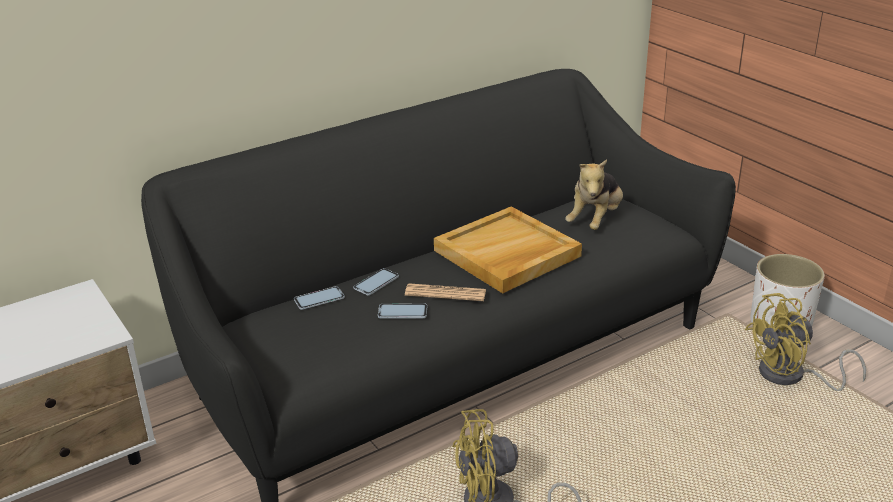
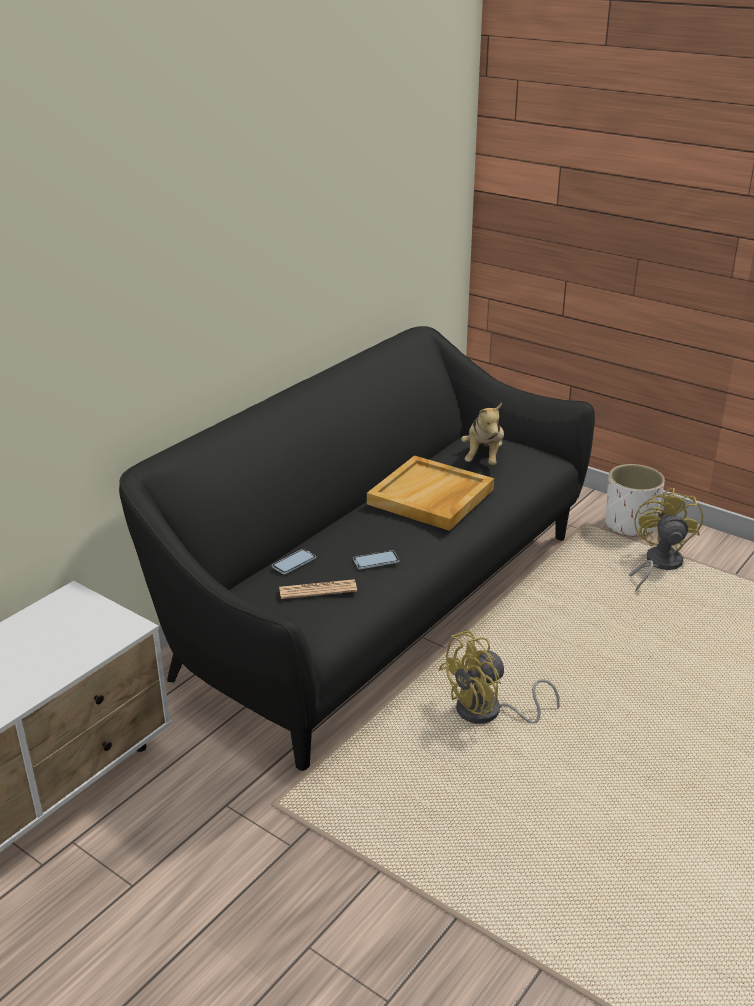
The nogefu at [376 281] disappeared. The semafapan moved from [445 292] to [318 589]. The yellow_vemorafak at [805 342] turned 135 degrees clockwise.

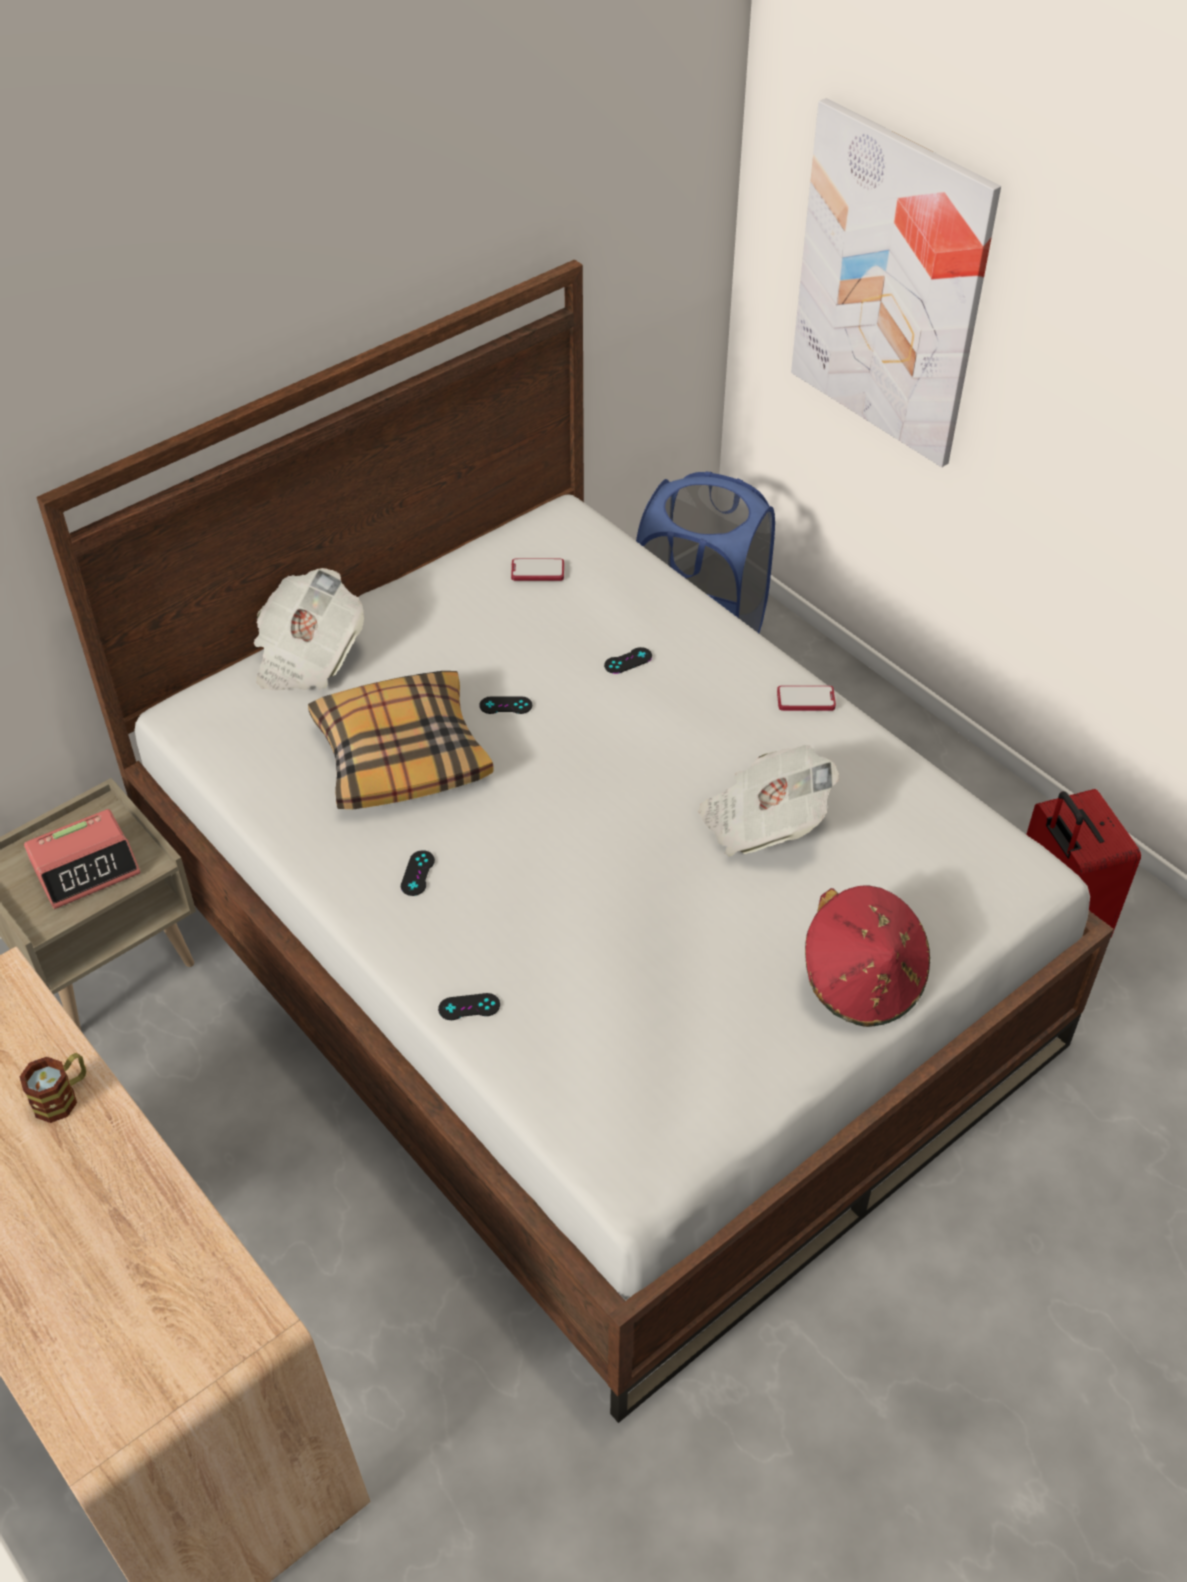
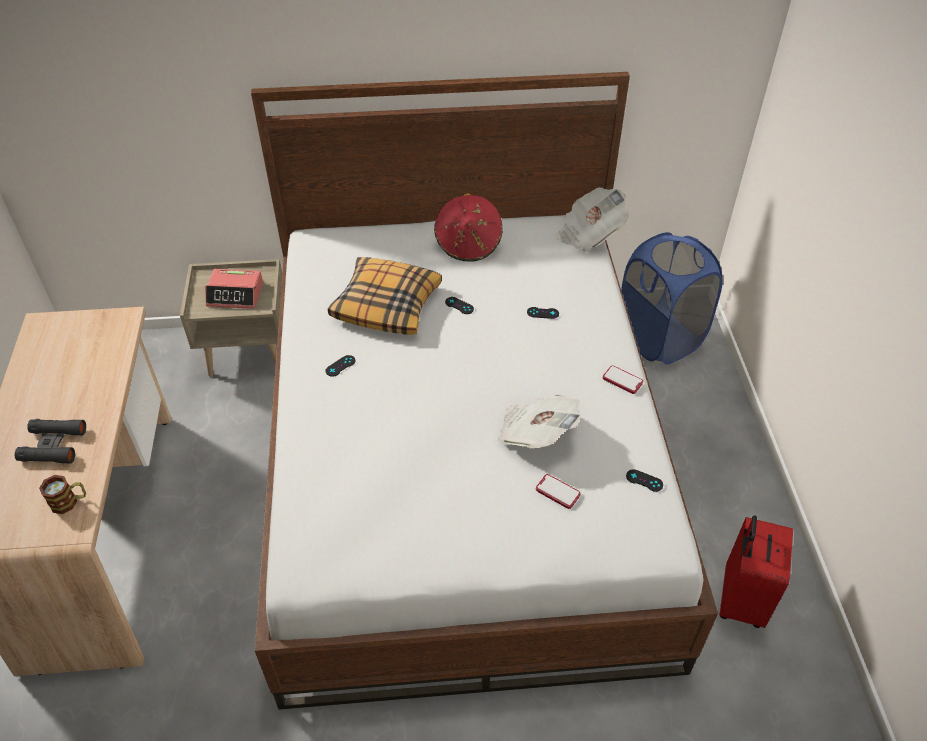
The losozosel at [896 282] disappeared. The nogefu moved from [537 569] to [558 491]. The semafapan moved from [309 629] to [592 219]. The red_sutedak moved from [867 956] to [468 227]. The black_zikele moved from [469 1006] to [644 480]. The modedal moved from [53 1088] to [62 494]. The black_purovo at [50 441] appeared.

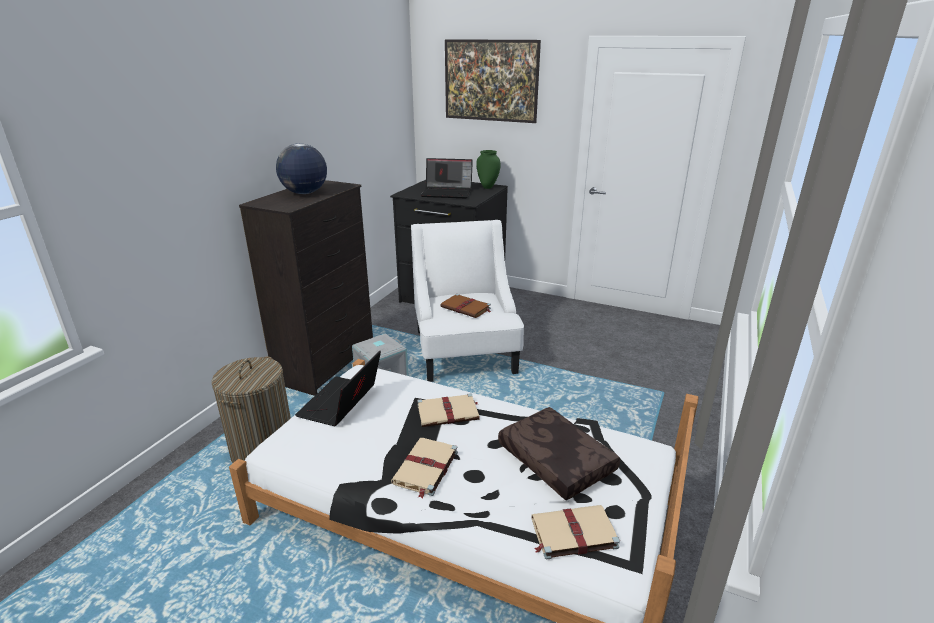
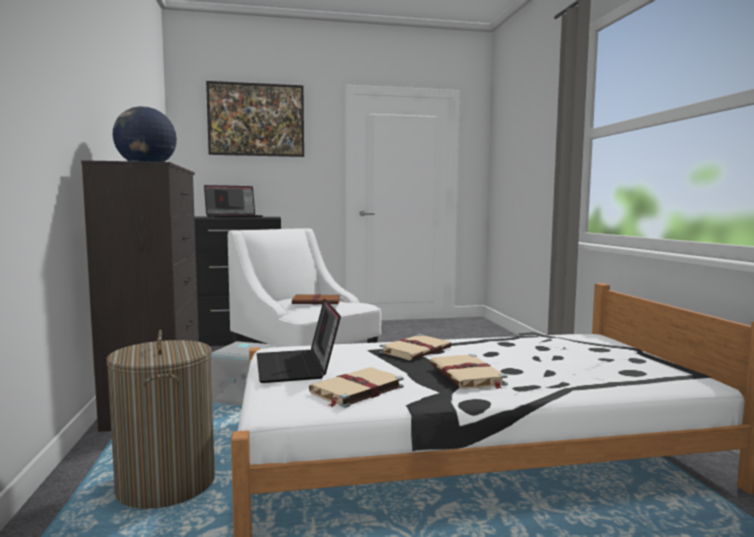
The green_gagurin at [488 169] disappeared. The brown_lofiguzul at [559 453] disappeared. The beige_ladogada moved from [575 532] to [356 387].

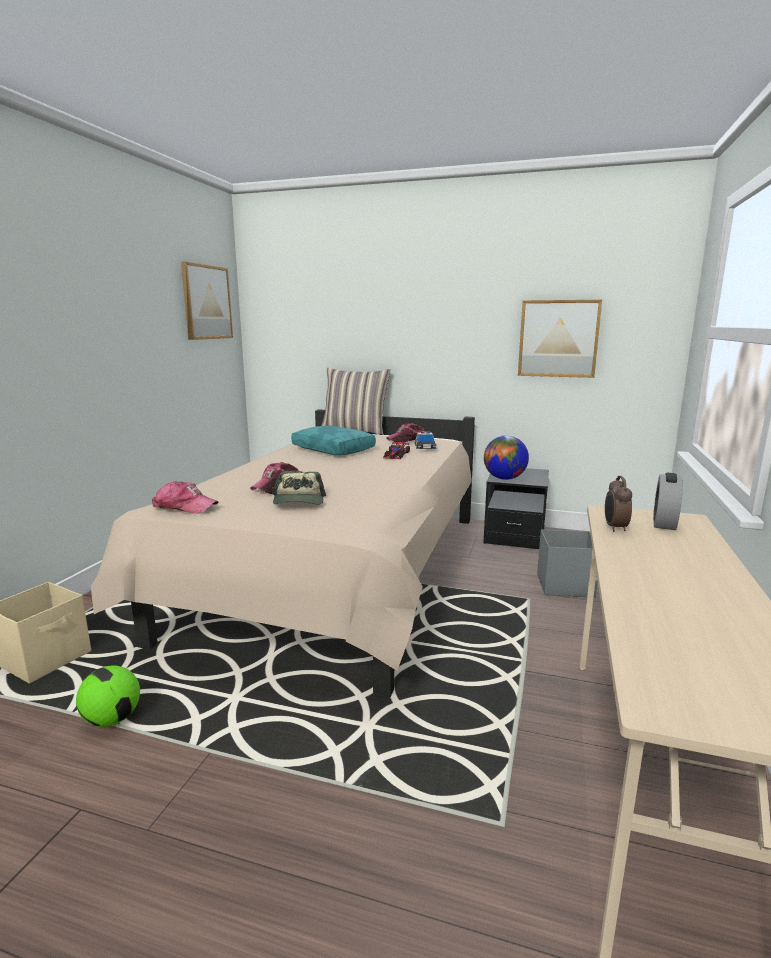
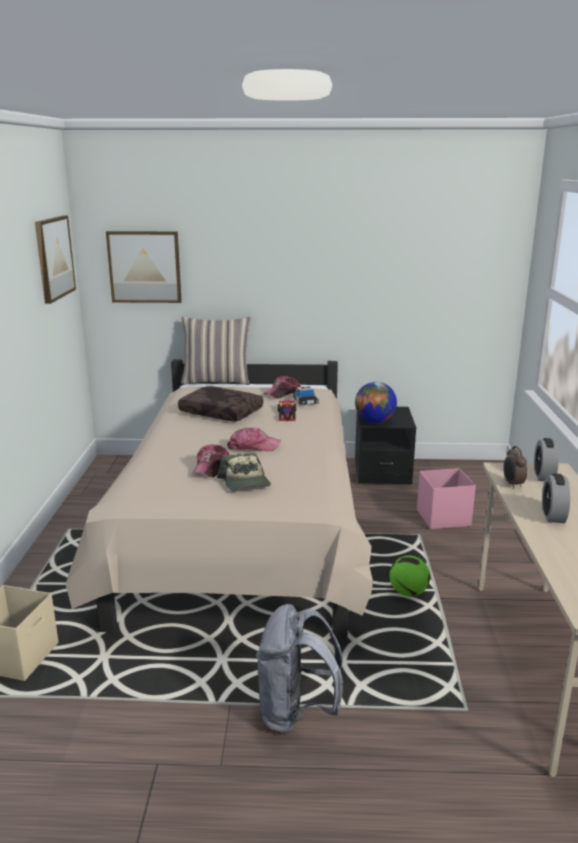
The losozosel moved from [560 339] to [144 267]. The turquoise_lofiguzul at [333 440] became the brown_lofiguzul at [220 404]. The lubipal moved from [185 497] to [254 439]. The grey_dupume at [567 563] became the pink_dupume at [446 498]. The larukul moved from [108 696] to [410 576]. The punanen at [556 498] appeared. The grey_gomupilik at [299 669] appeared.

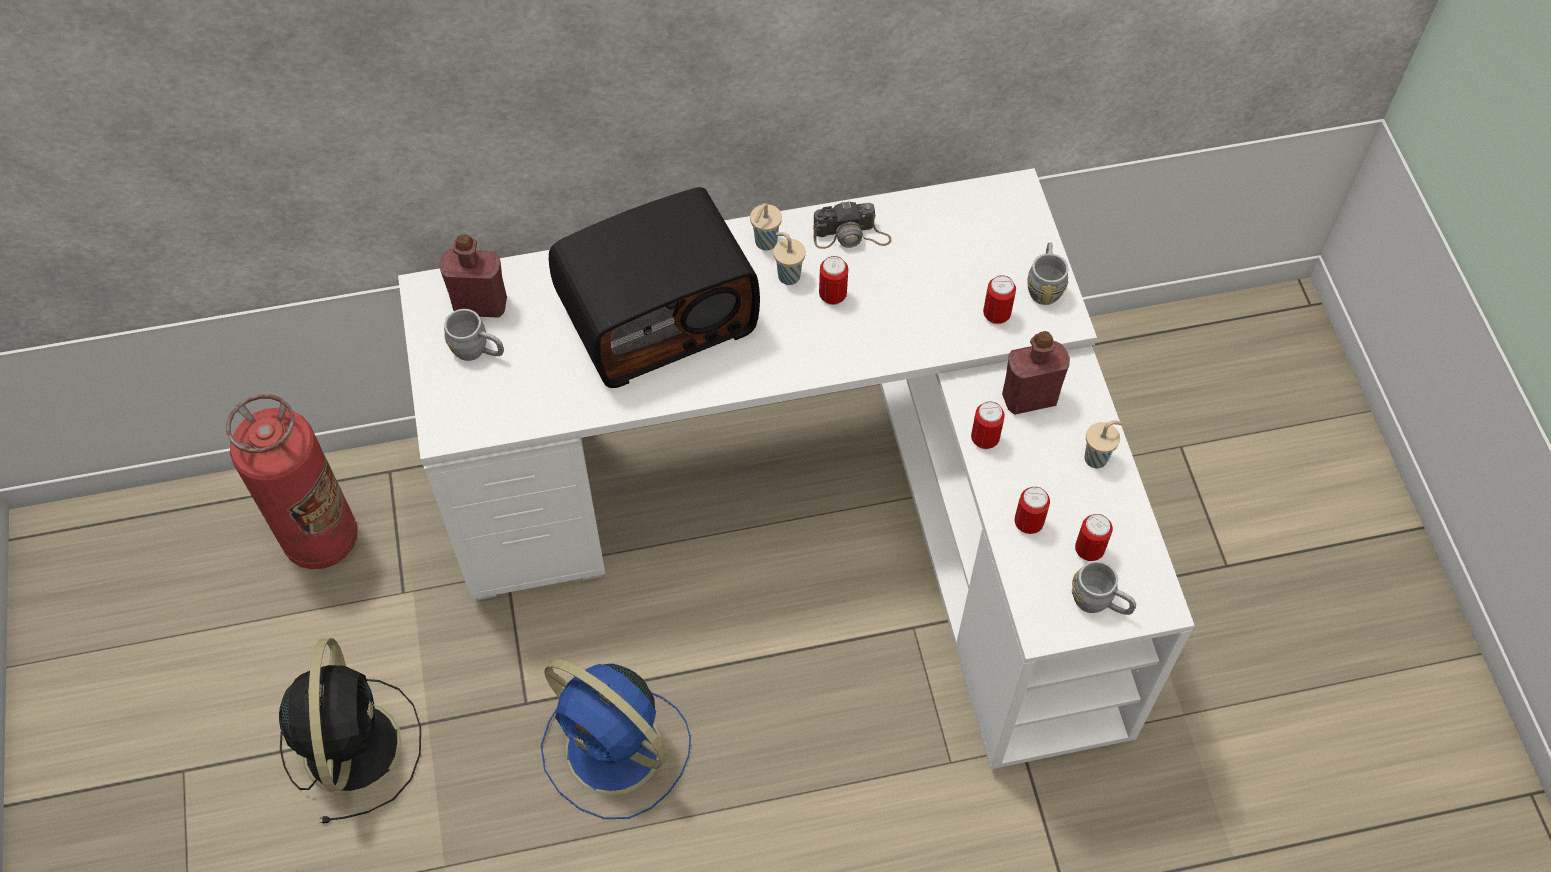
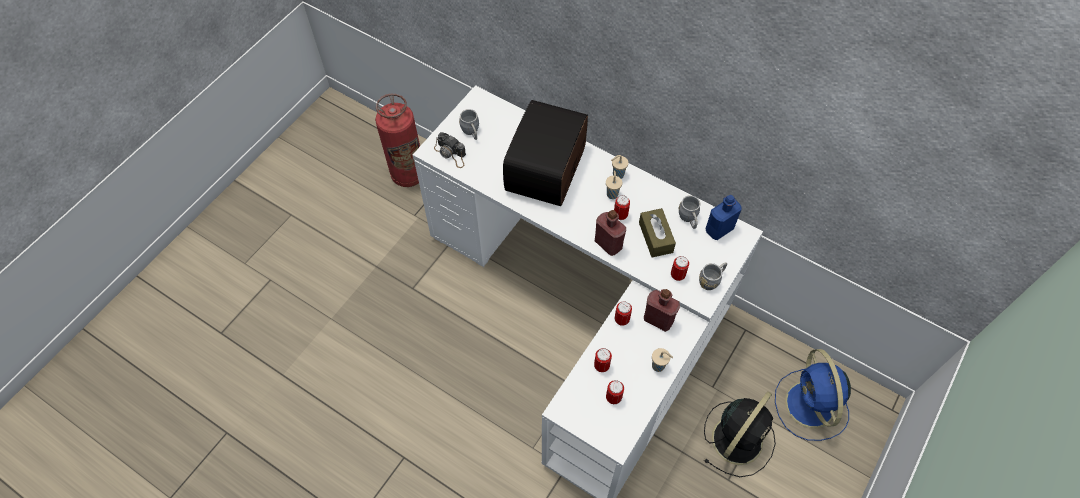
The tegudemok at [654 287] turned 90 degrees clockwise. The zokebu moved from [852 225] to [450 150]. The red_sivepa moved from [473 276] to [610 233]. The grey_modedal moved from [1104 588] to [689 212]. The black_vemorafak moved from [350 731] to [740 434]. The blue_vemorafak moved from [616 739] to [813 395]. The blue_sivepa at [724 217] appeared. The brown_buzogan at [657 233] appeared.

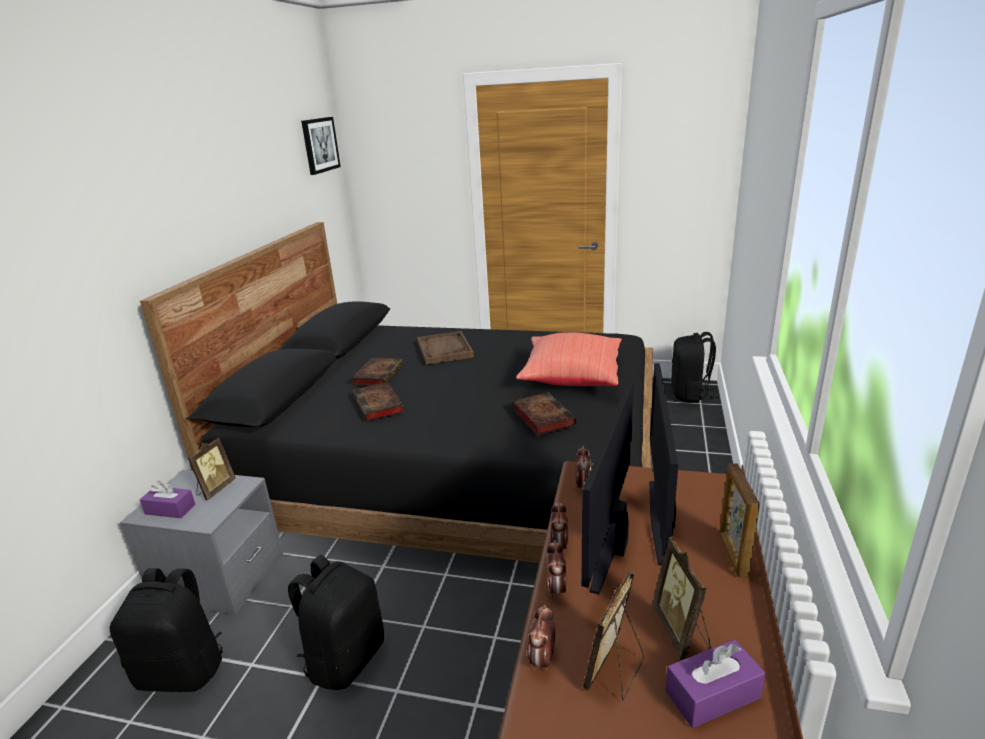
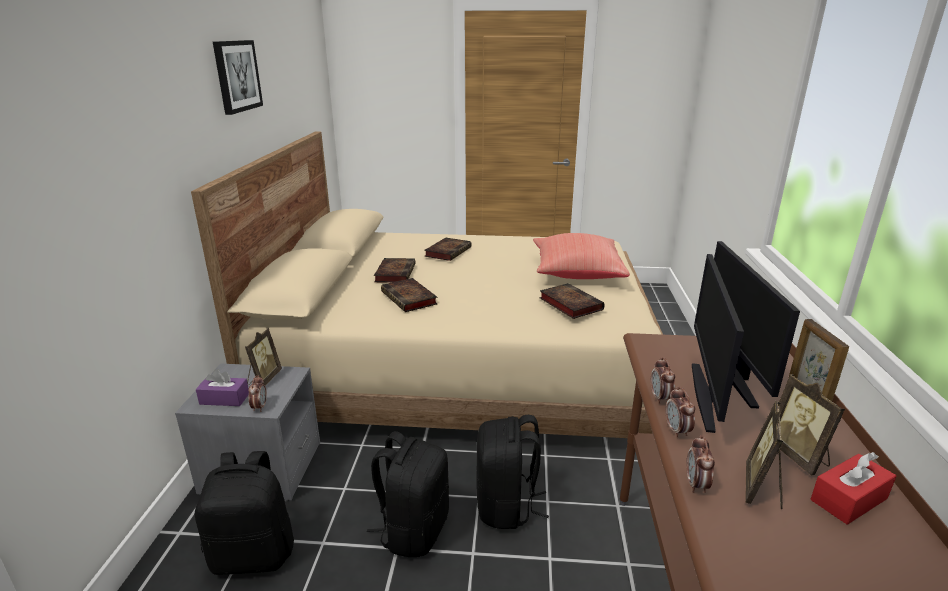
The losozosel moved from [321 146] to [238 77]. The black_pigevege at [396 392] became the beige_pigevege at [427 285]. The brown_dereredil at [445 348] was replaced by the ladogada at [447 249]. The black_gomupilik moved from [695 367] to [513 472]. The punanen moved from [583 468] to [257 393]. The purple_buzogan at [715 684] became the red_buzogan at [853 488].

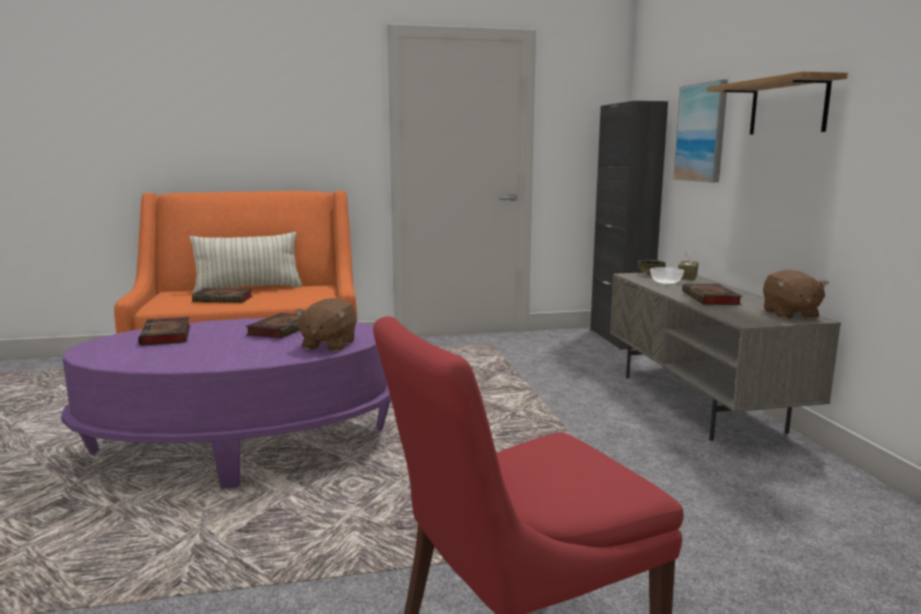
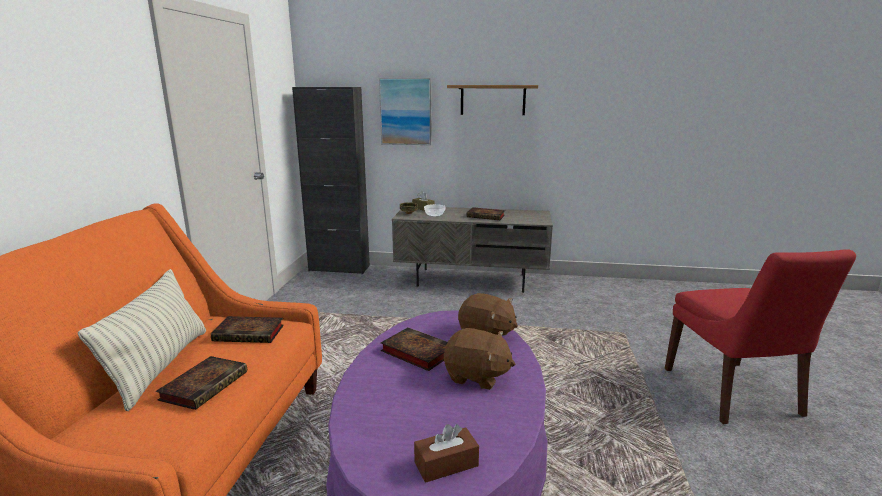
The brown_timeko moved from [796 294] to [479 359]. The ladogada moved from [164 331] to [247 329]. The brown_buzogan at [446 453] appeared.

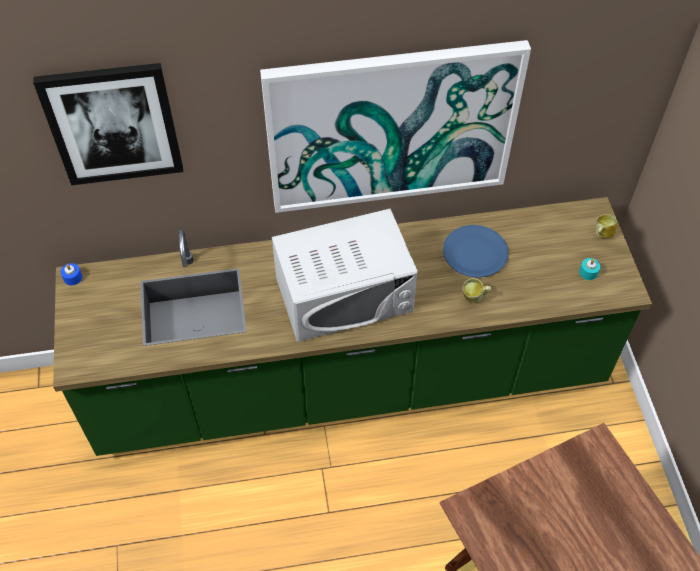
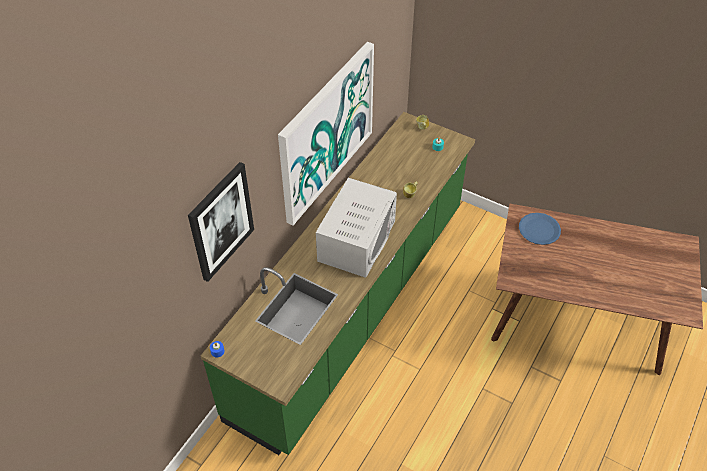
The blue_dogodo moved from [475 251] to [540 229].

